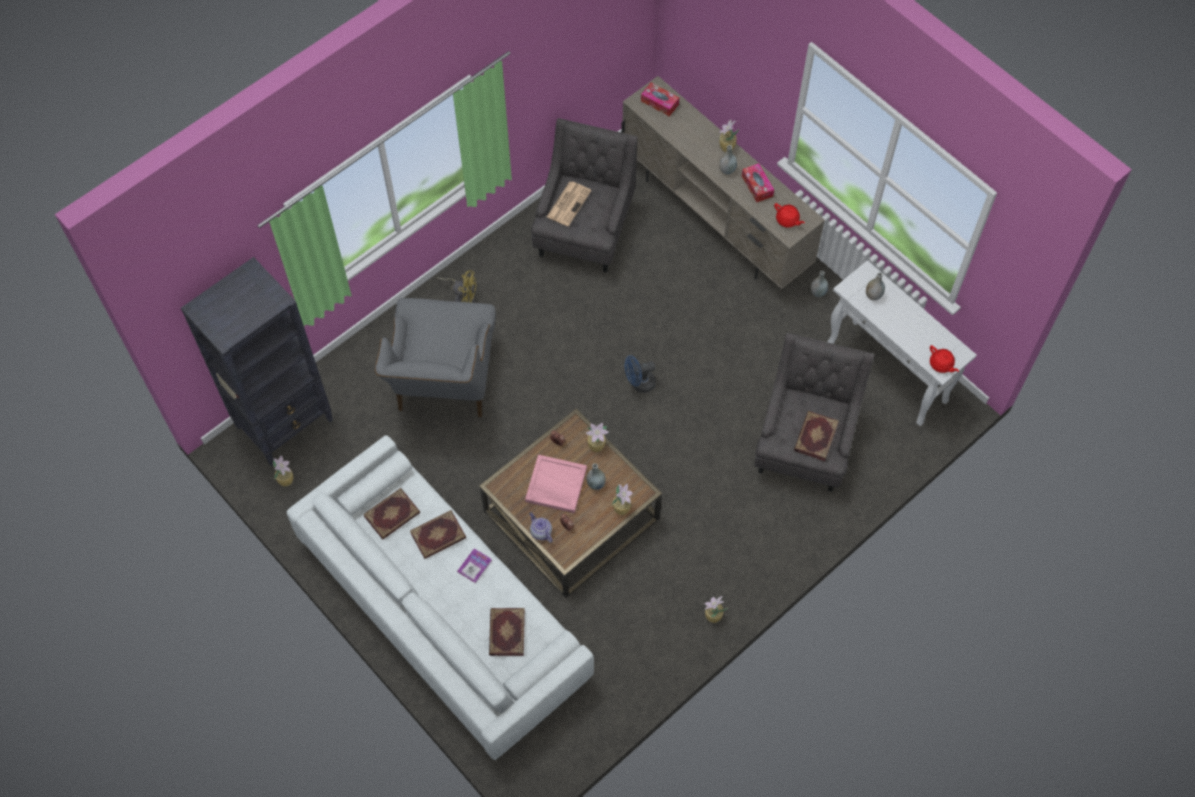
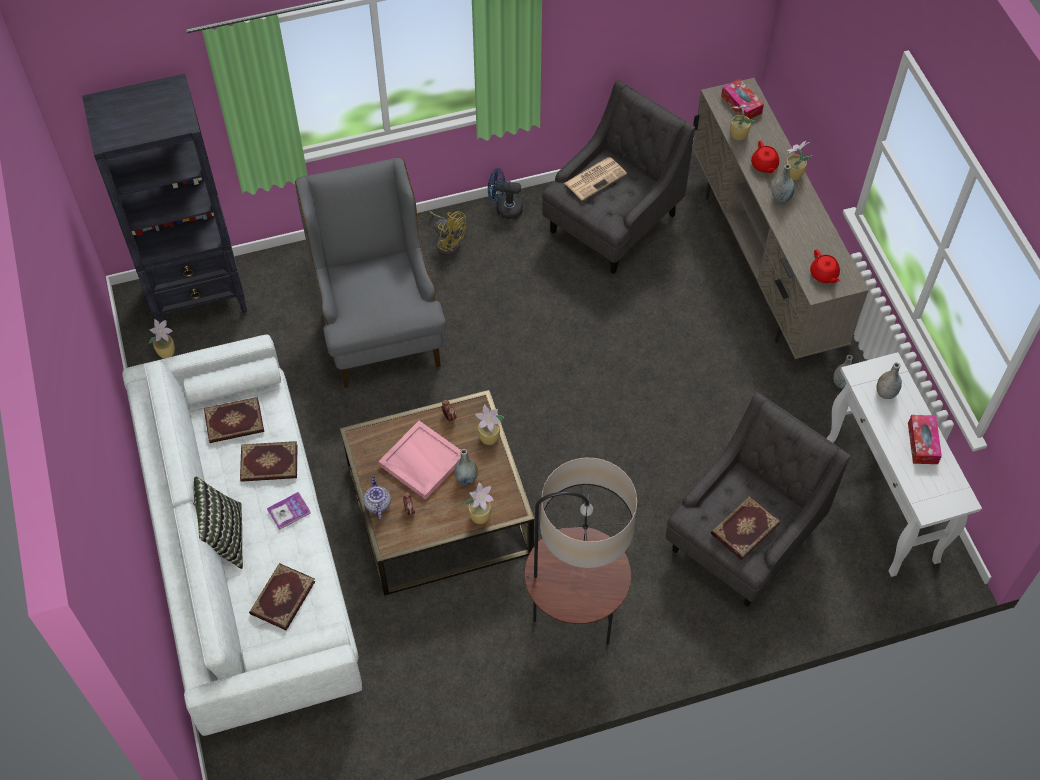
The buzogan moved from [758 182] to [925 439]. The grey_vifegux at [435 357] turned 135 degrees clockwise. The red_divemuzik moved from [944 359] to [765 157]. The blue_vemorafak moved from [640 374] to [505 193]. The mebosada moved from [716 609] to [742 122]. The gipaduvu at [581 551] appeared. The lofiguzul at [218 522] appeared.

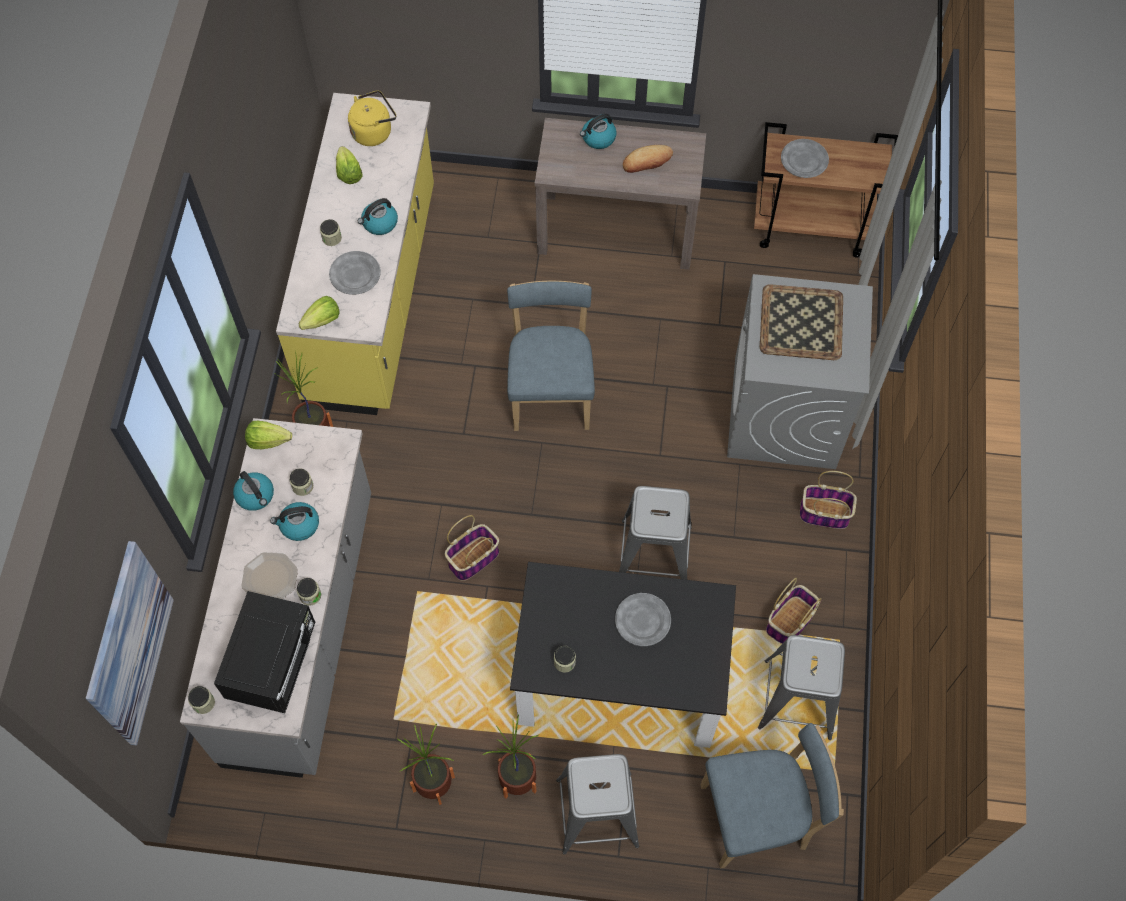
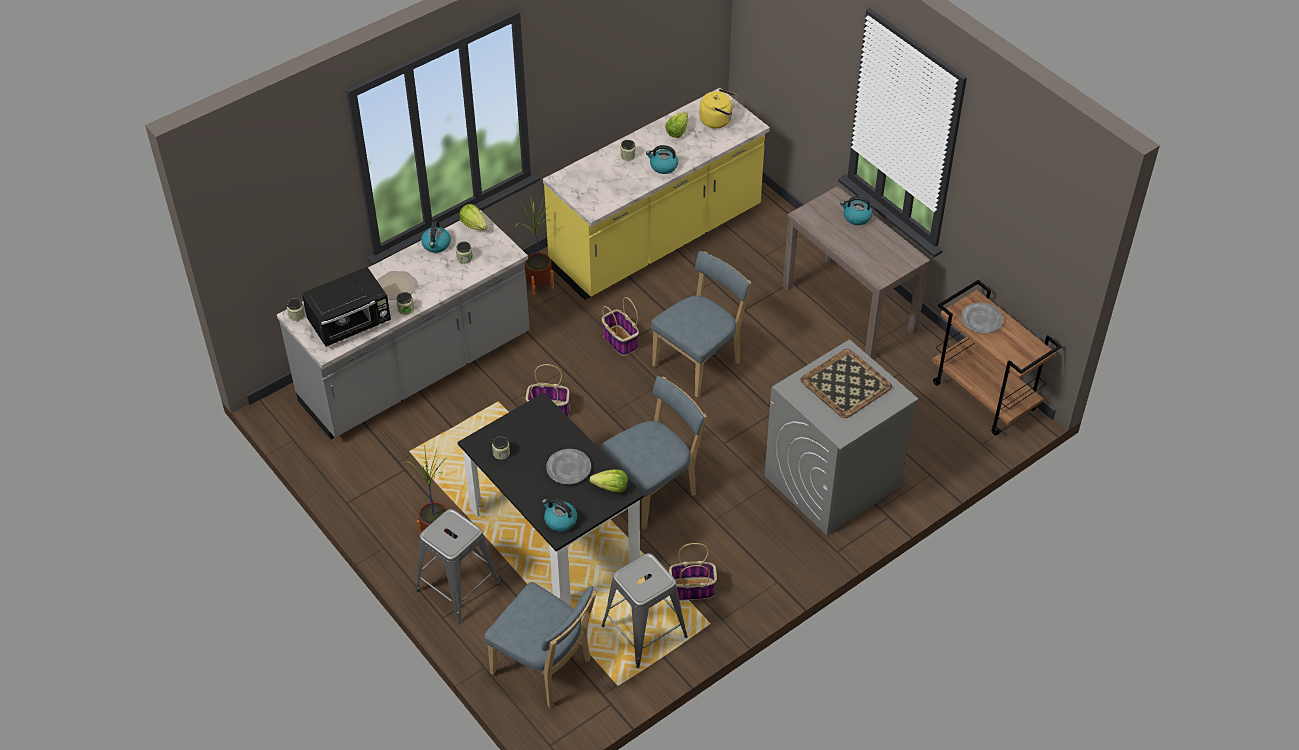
The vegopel at [648 159] disappeared. The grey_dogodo at [355 273] disappeared. The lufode moved from [319 313] to [609 481]. The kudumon moved from [828 500] to [620 326]. The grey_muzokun at [655 533] was replaced by the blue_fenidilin at [653 453]. The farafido moved from [294 521] to [559 515]. The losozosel at [130 643] disappeared. The mebosada at [426 764] disappeared.

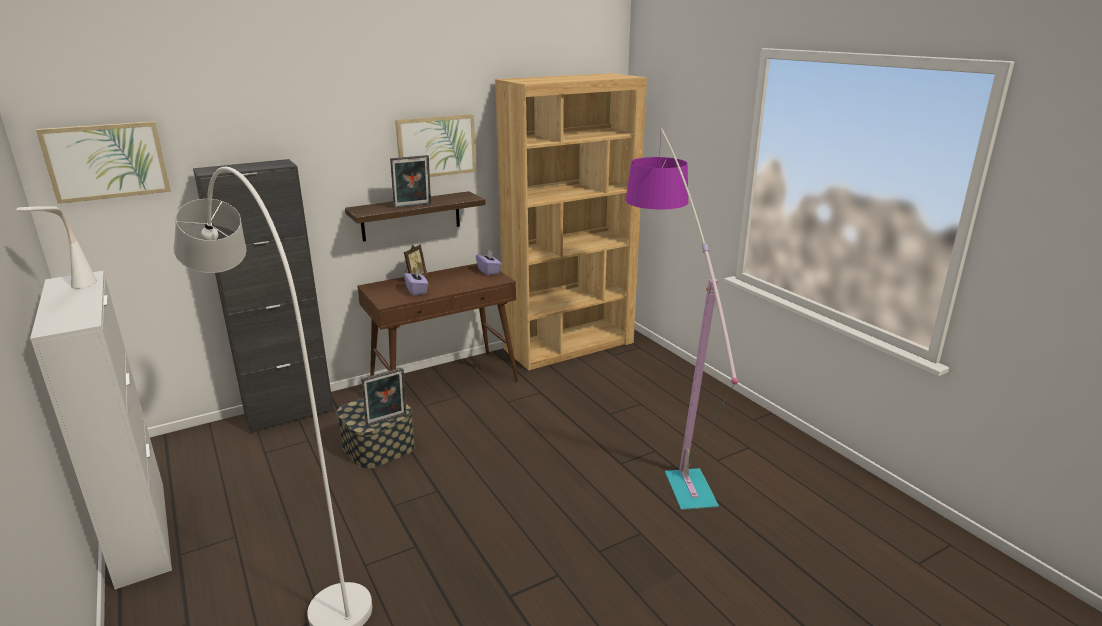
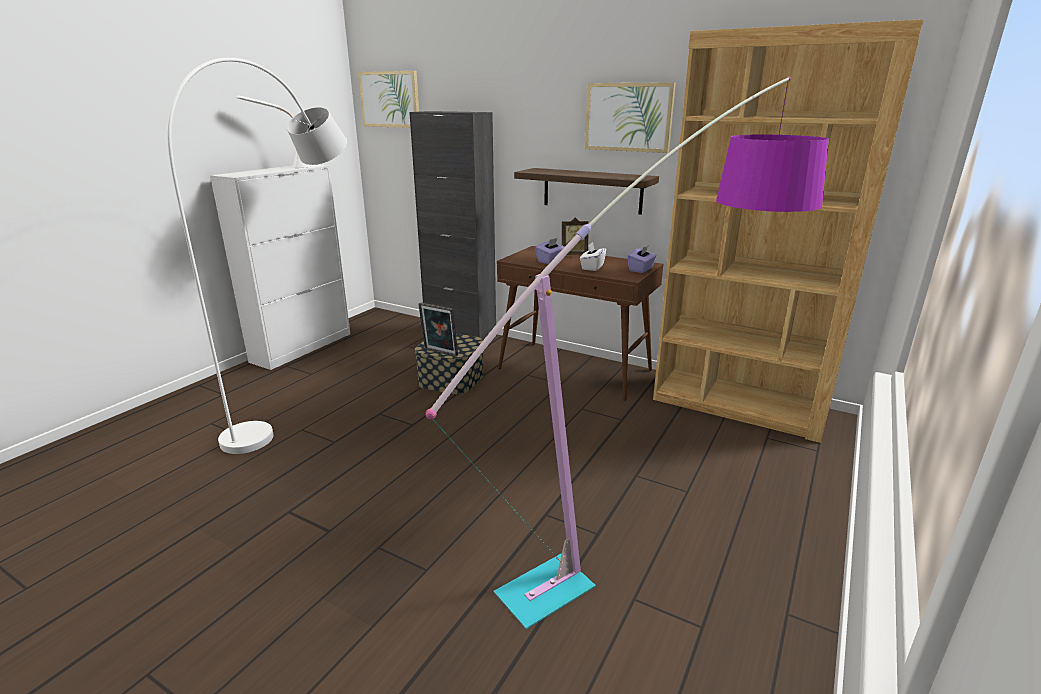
The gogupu at [410 181] disappeared. The white_buzogan at [593 256] appeared.

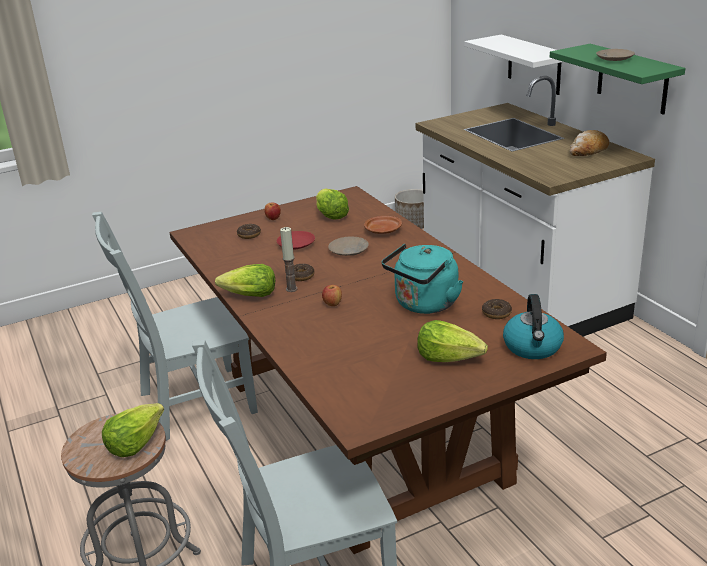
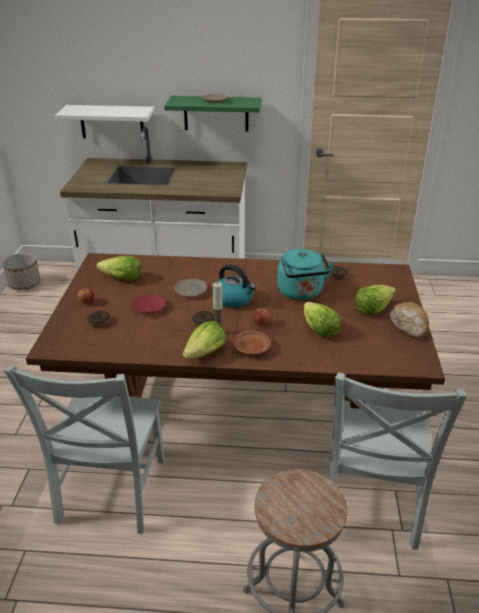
The vegopel moved from [589 143] to [409 320]. The brown_dogodo moved from [383 225] to [252 342]. The farafido moved from [533 326] to [237 286]. The lufode moved from [133 430] to [322 320].

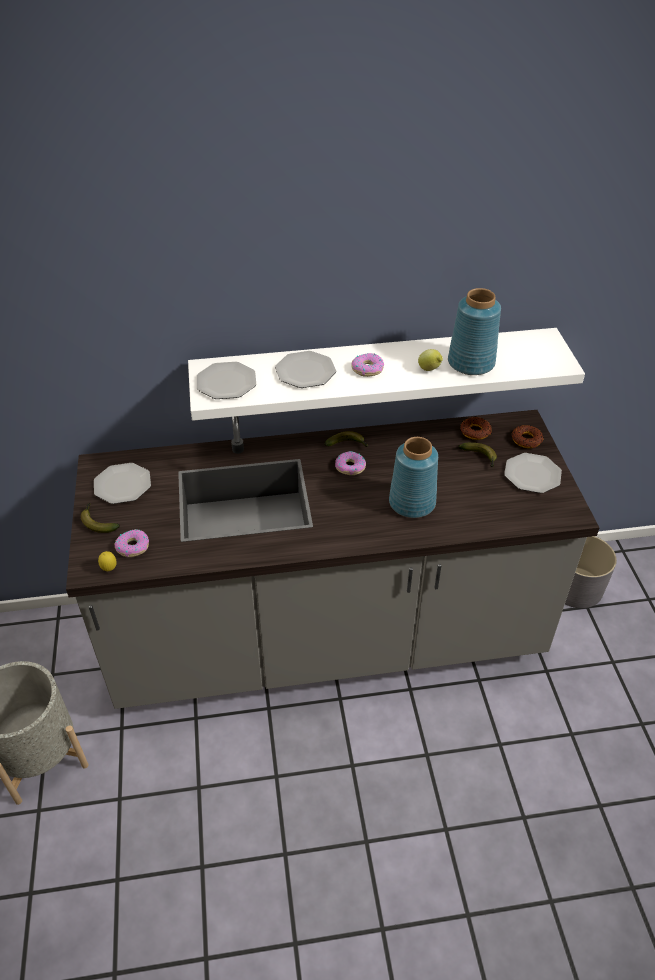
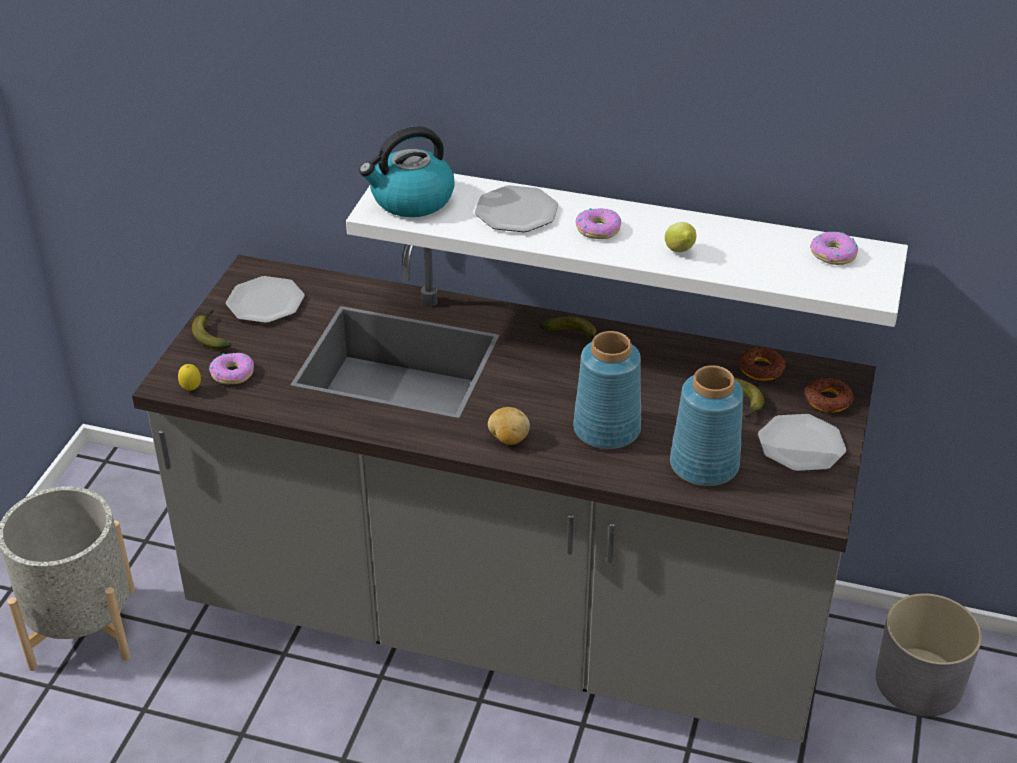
The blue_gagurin moved from [474 331] to [707 425]. The dogodo at [226 380] was replaced by the farafido at [407 171]. The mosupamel moved from [350 463] to [834 248]. The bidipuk at [509 426] appeared.

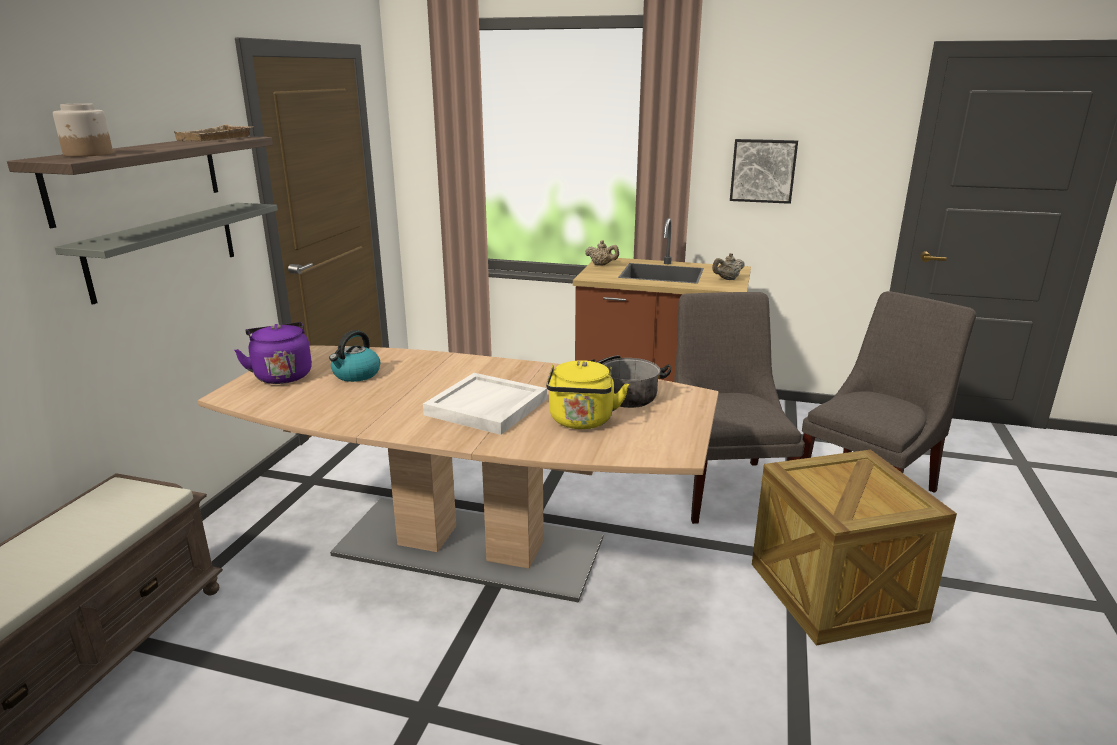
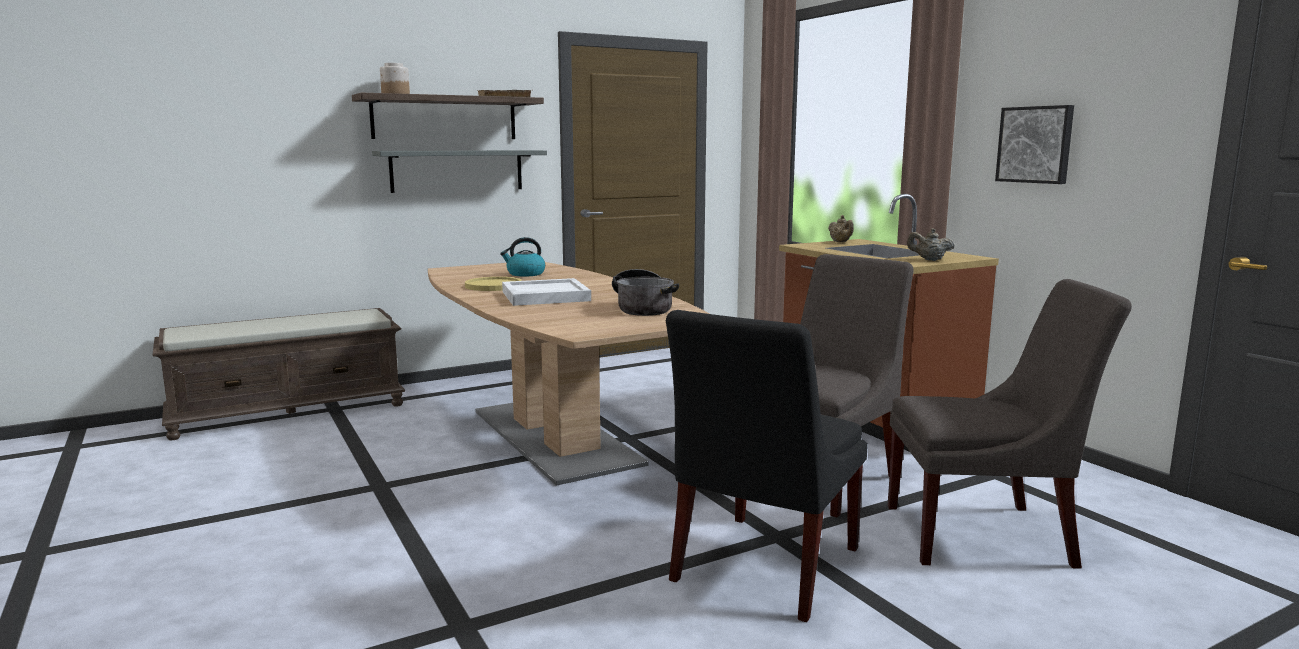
The purple_farafido at [273 353] disappeared. The yellow_farafido at [587 394] disappeared. The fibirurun at [854 547] was replaced by the black_fenidilin at [767 466]. The yellow_dogodo at [493 284] appeared.

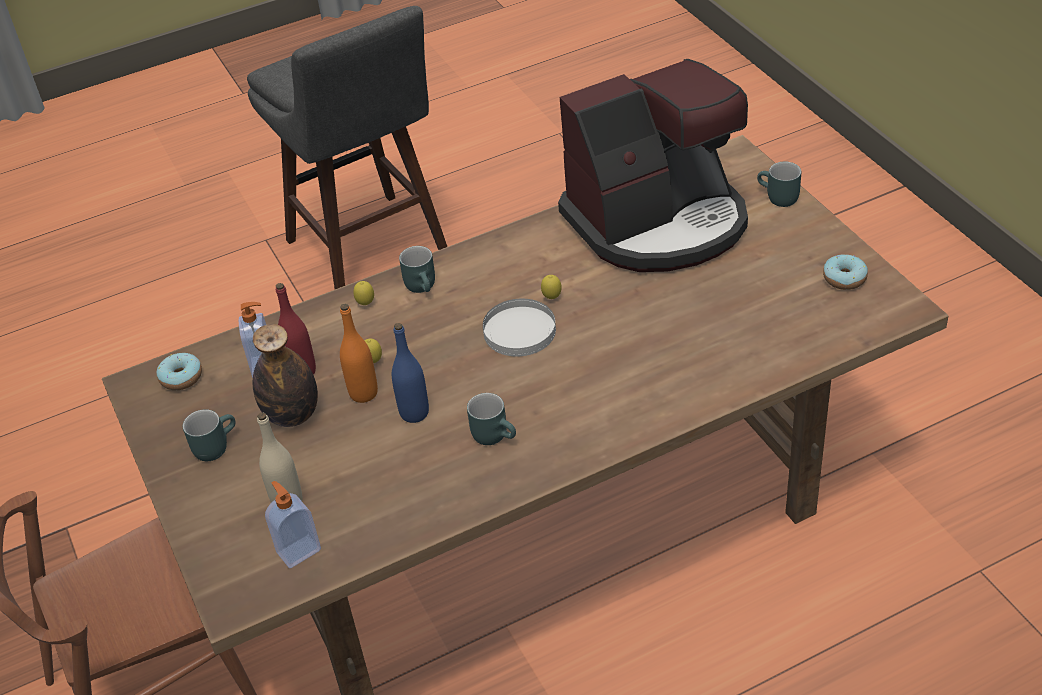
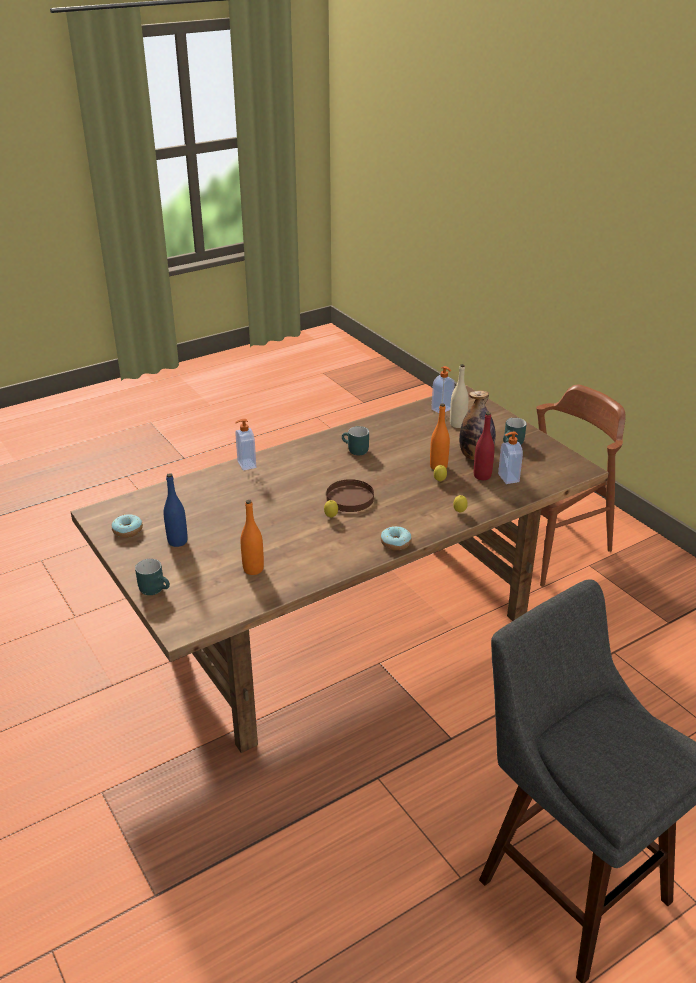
The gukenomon at [653 165] was replaced by the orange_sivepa at [252 537]. The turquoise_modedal at [417 269] disappeared. The white_dogodo at [519 328] became the brown_dogodo at [350 495]. The blue_sivepa moved from [410 373] to [176 510]. The mosupamel moved from [179 371] to [396 538]. The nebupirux at [245 445] appeared.

